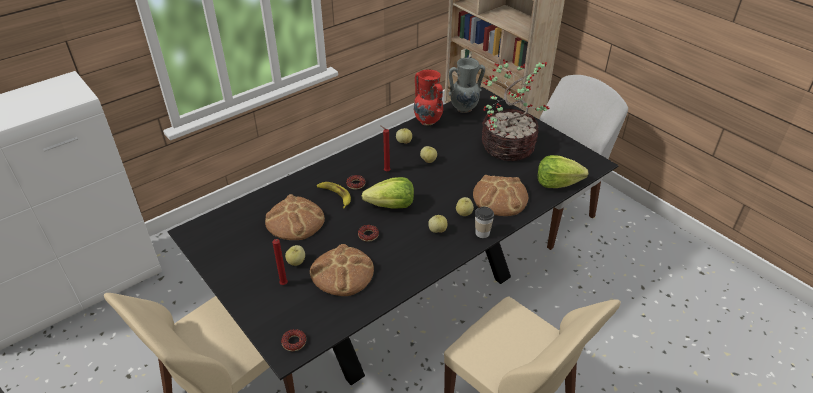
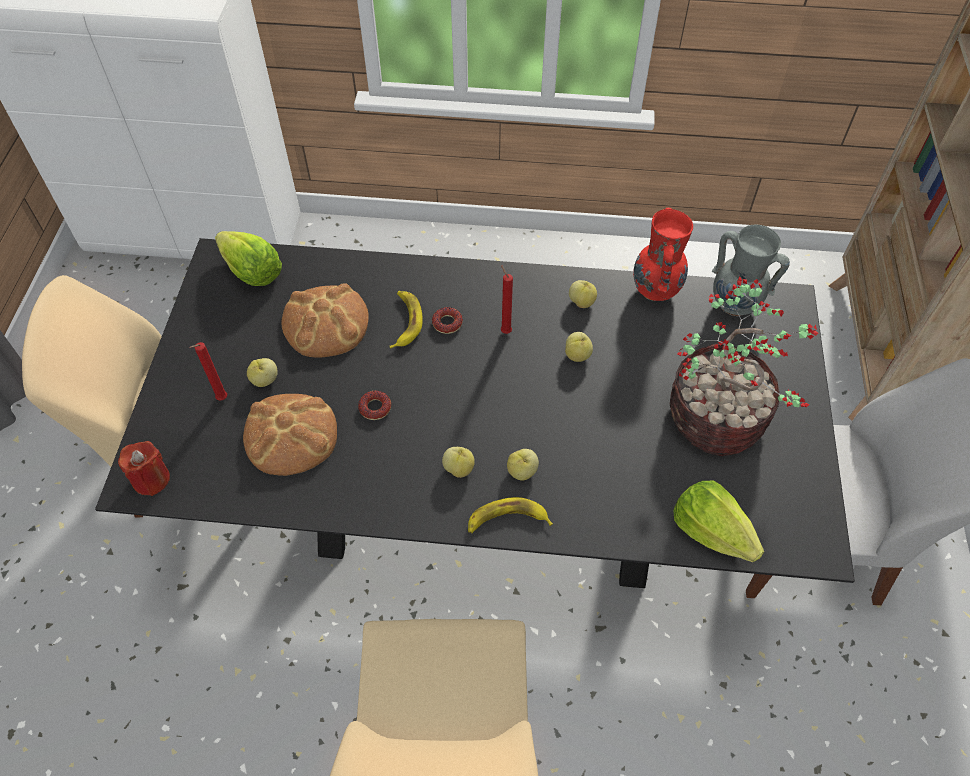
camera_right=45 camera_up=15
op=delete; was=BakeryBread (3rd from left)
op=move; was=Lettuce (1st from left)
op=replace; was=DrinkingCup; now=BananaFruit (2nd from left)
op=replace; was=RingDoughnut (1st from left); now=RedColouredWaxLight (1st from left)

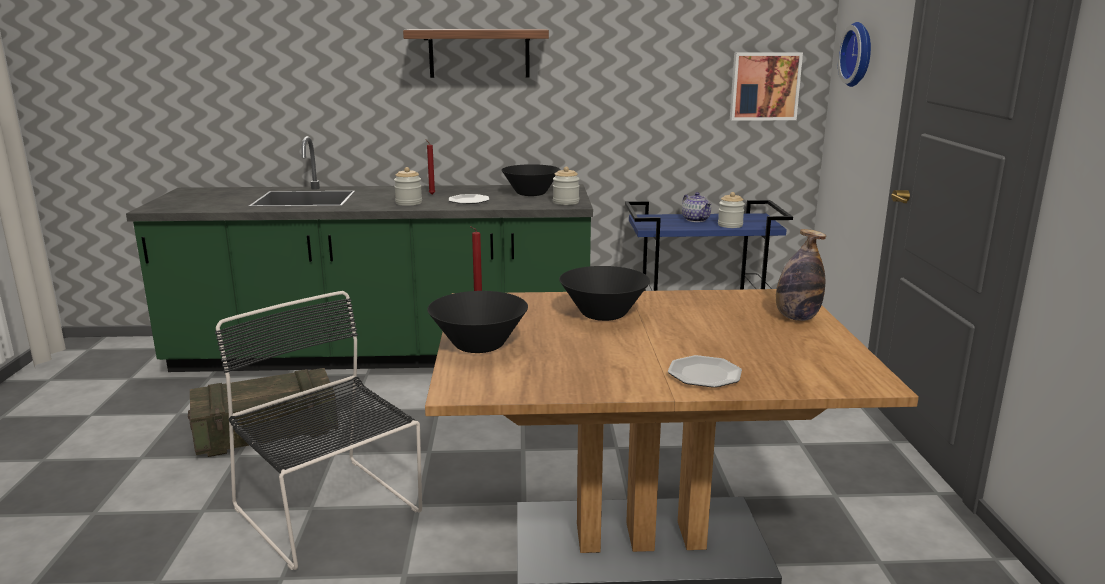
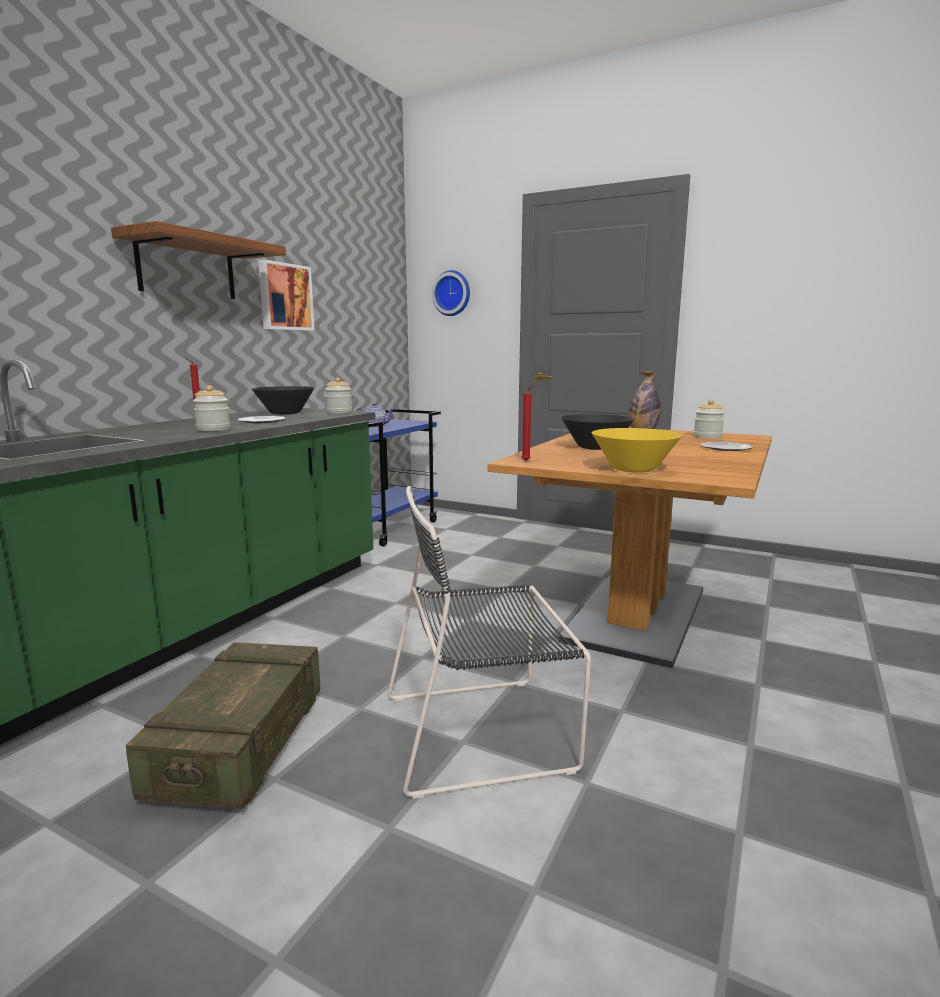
camera_right=-60 camera_up=-5
op=move; was=Picture
op=move; was=PreserveJar (3rd from left)
op=recolor; was=BlackBowl (1st from left); now=YellowBowl

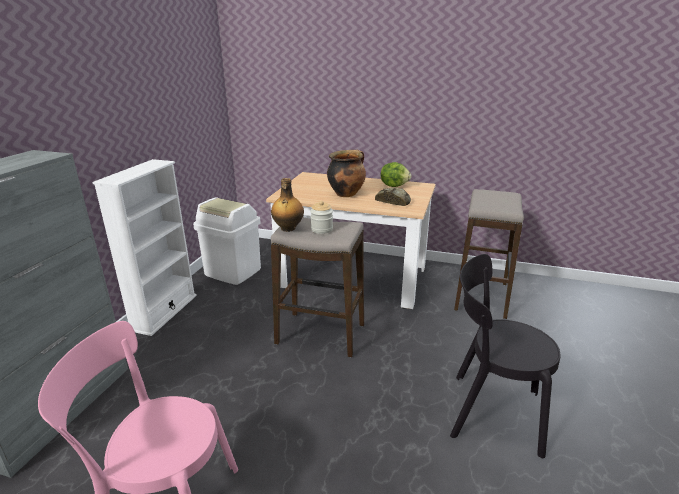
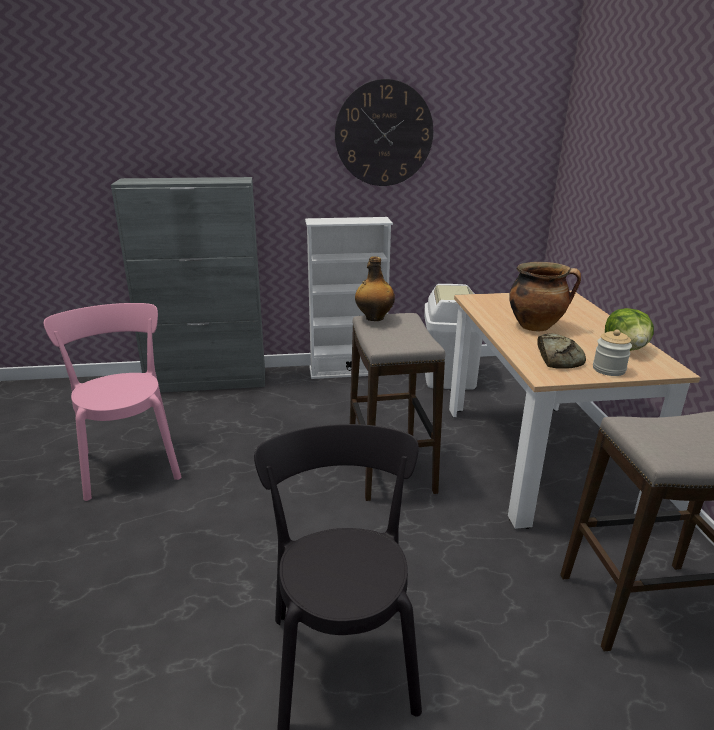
camera_right=65 camera_up=0
op=move; was=PreserveJar
op=insert; now=ClockOnTheWall

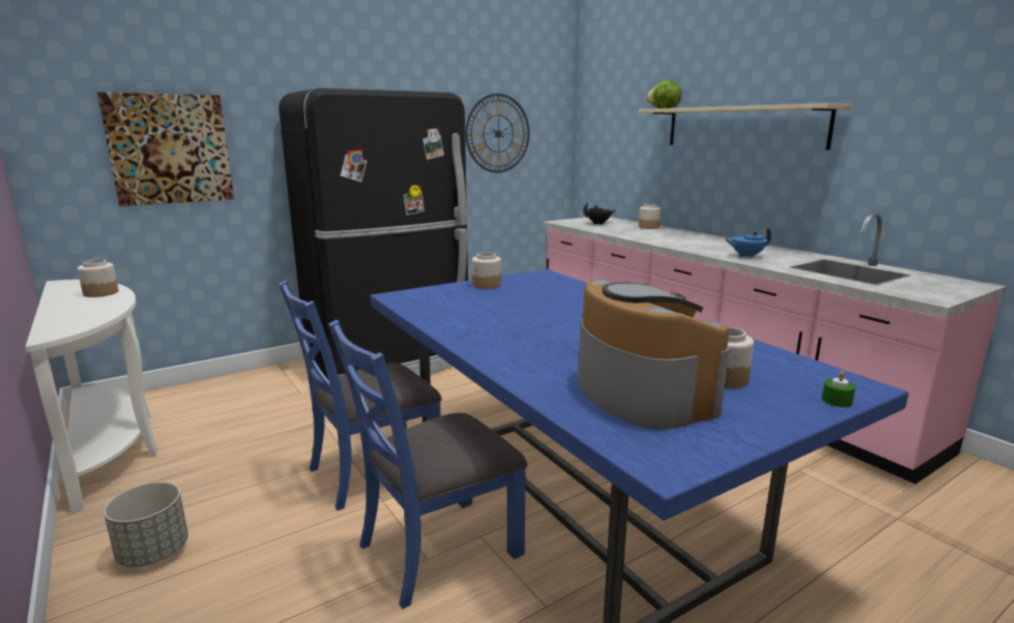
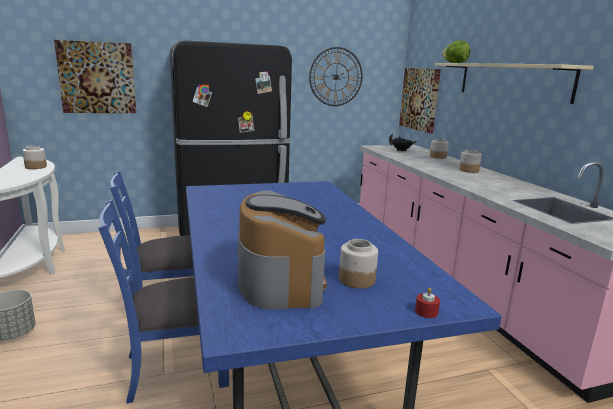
camera_right=15 camera_up=0
op=delete; was=BlueTeaPot
op=move; was=PreserveJar (2nd from left in the first image); now=PreserveJar (4th from left)
op=recolor; was=GreenishWaxLight; now=RedColouredWaxLight
op=insert; now=Picture (2nd from left)

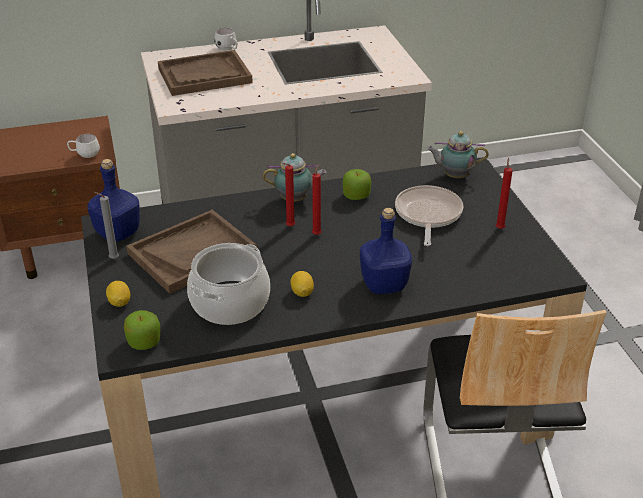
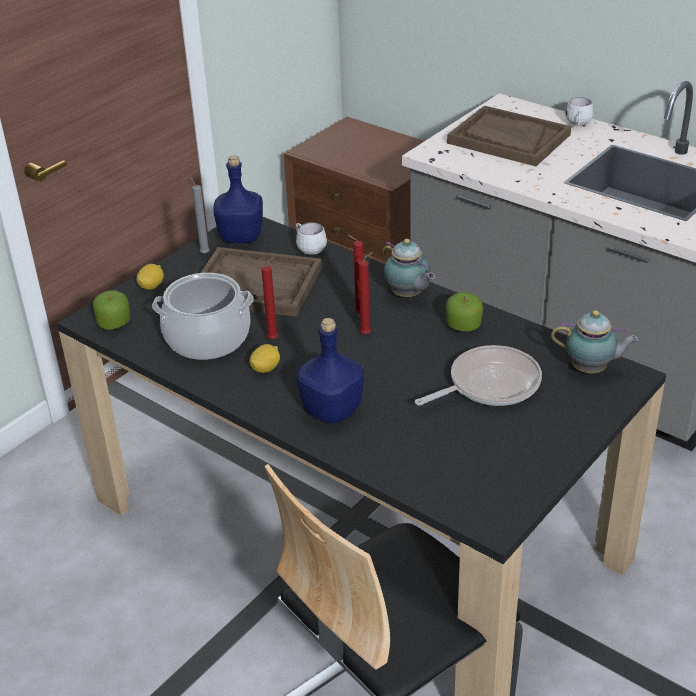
camera_right=55 camera_up=0
op=rotate; was=TeaPot (2nd from left); clockwise=135
op=move; was=WhiteTeaMug (1st from left)
op=move; was=RedColouredWaxLight (3rd from left in the first image); now=RedColouredWaxLight (1st from left)

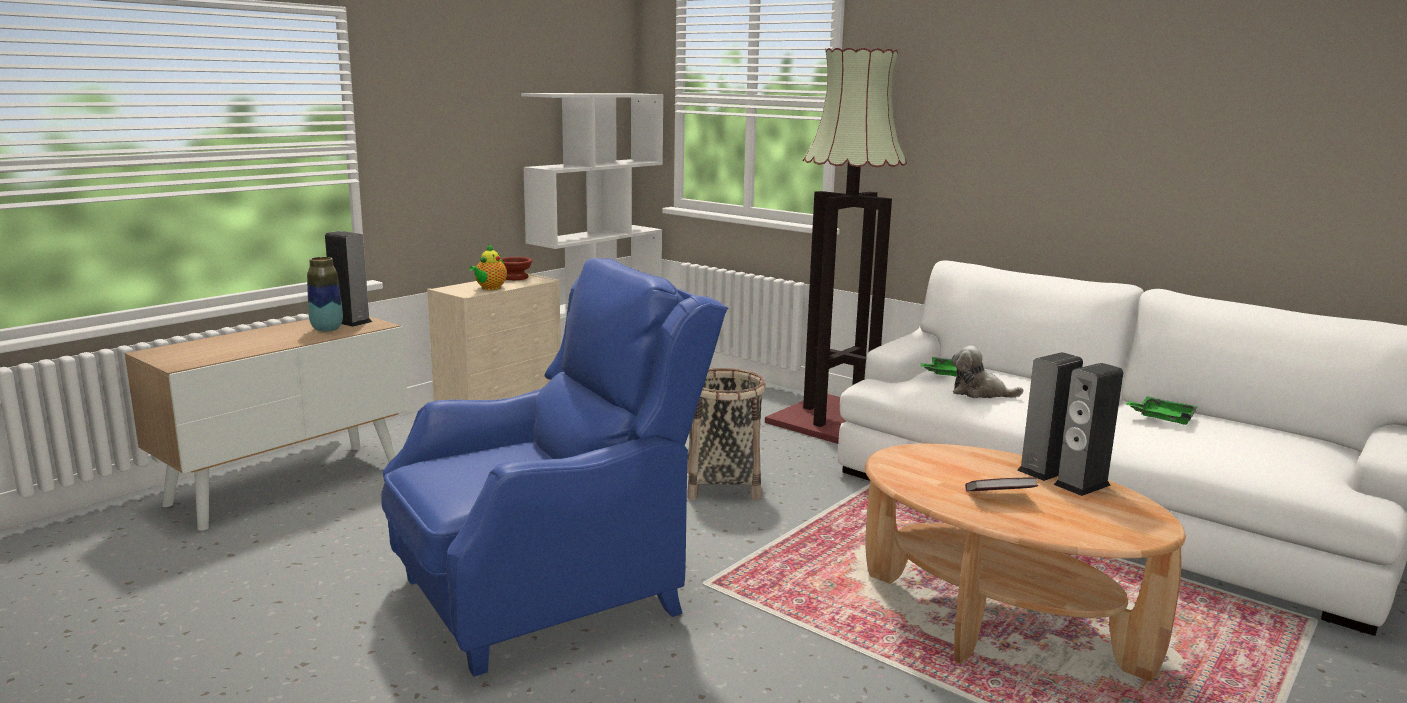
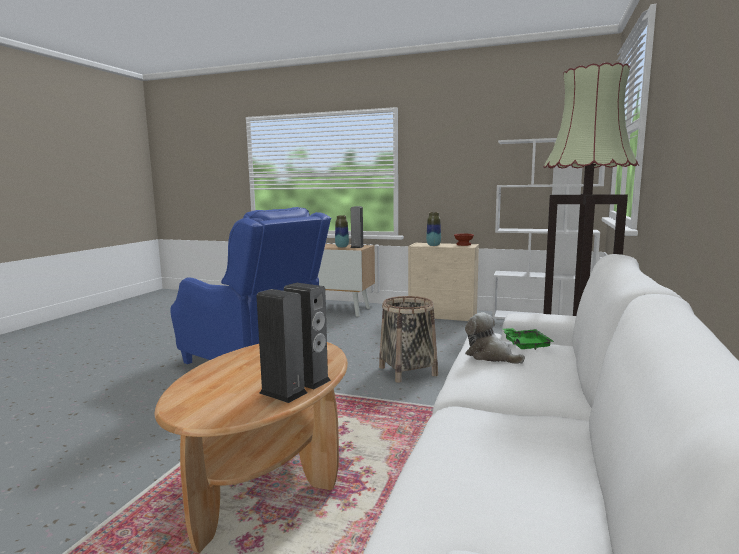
camera_right=70 camera_up=-5
op=replace; was=TeaPot; now=DecorativeVase (2nd from left)
op=rotate; was=SoftToy; clockwise=-45
op=delete; was=GreenishTray (2nd from left)
op=delete; was=Book

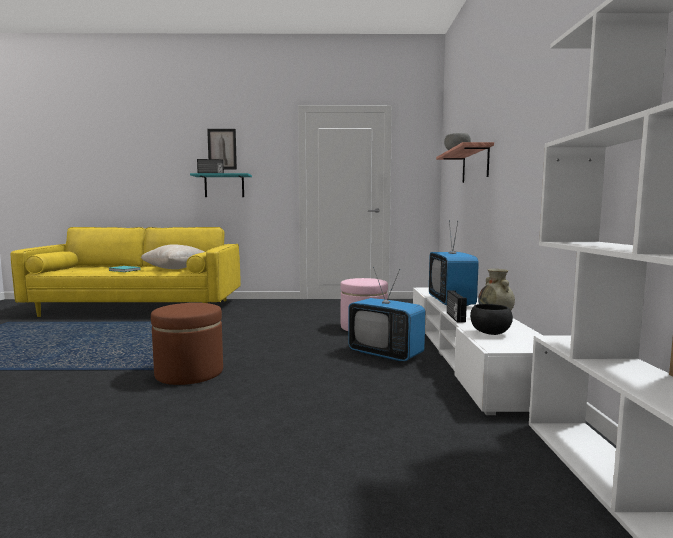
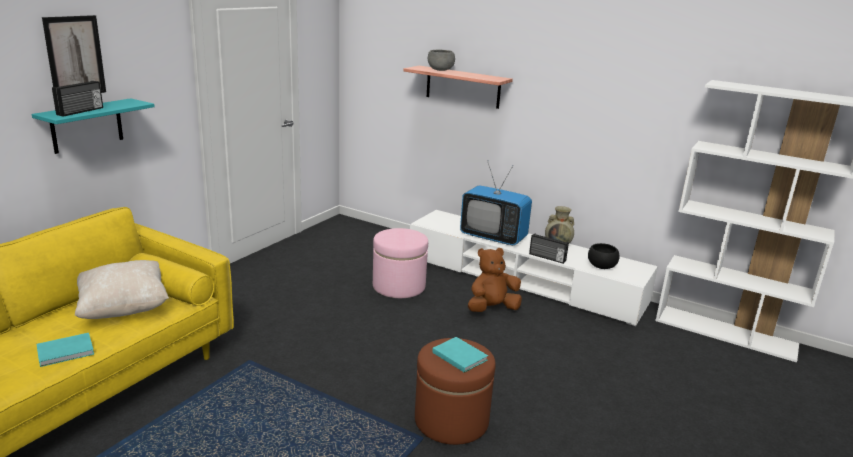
camera_right=-60 camera_up=15
op=replace; was=TvSet (1st from left); now=BrownColouredSoftToy
op=insert; now=BlueGreenBook (2nd from left)

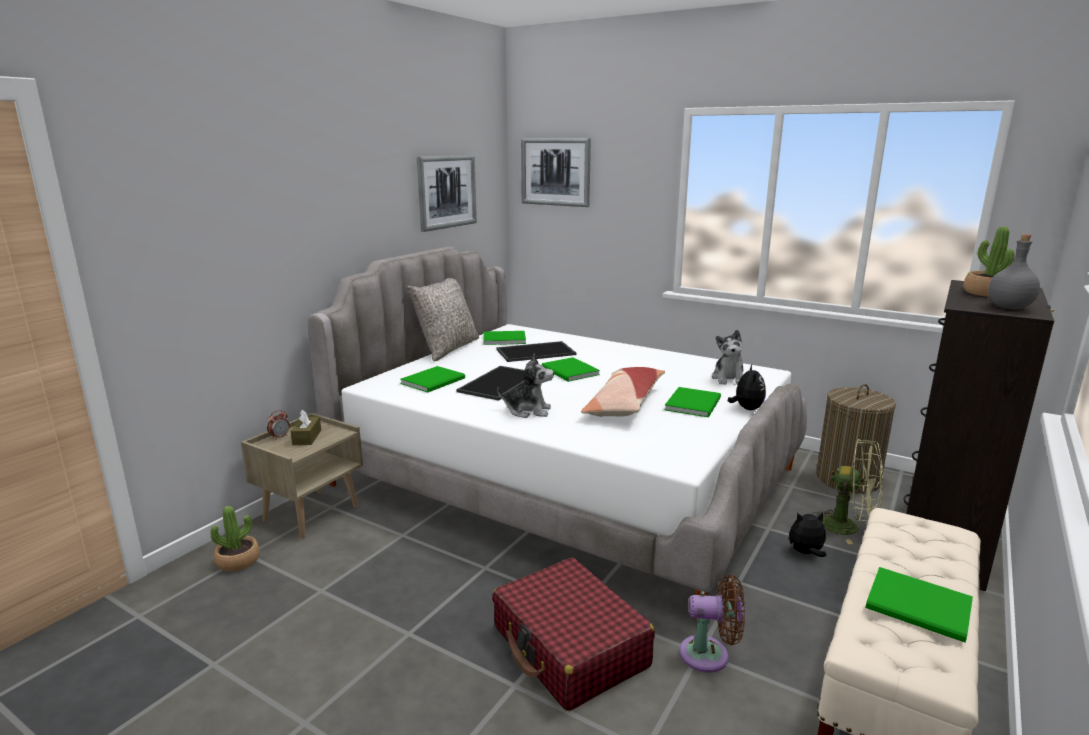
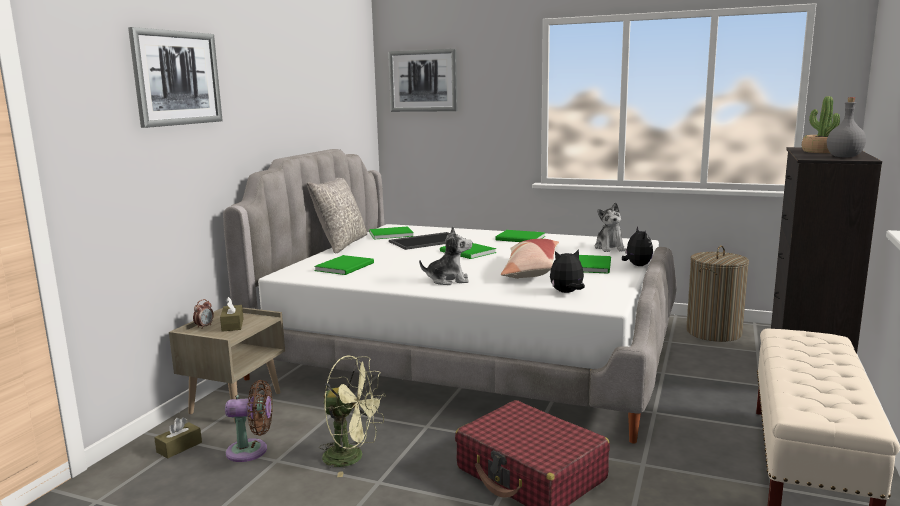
camera_right=-10 camera_up=-5
op=move; was=Picture (1st from left)
op=delete; was=Tray (1st from left)
op=move; was=GreenishFan
op=replace; was=PlantInAPot (1st from left); now=BrownColouredBoxOfTissues (1st from left)
op=move; was=SoftToy (4th from left in the first image); now=SoftToy (2nd from left)
op=move; was=GreenishBook (5th from left in the first image); now=GreenishBook (4th from left)
op=move; was=BrownColouredFan

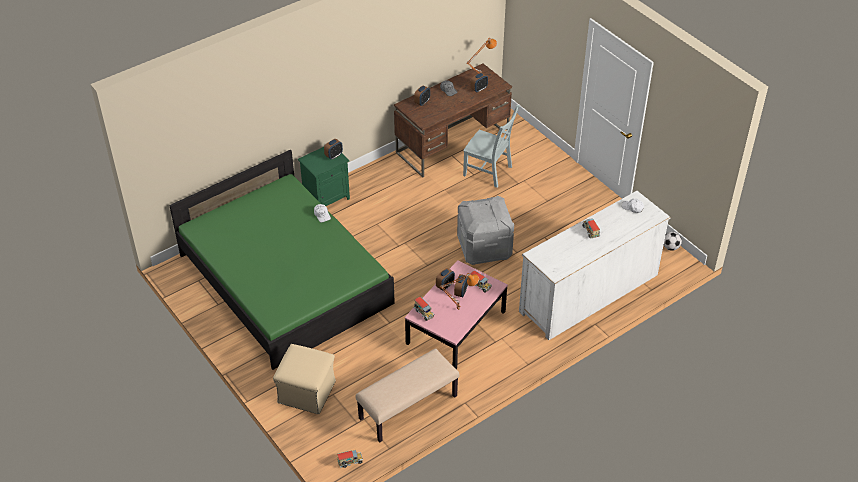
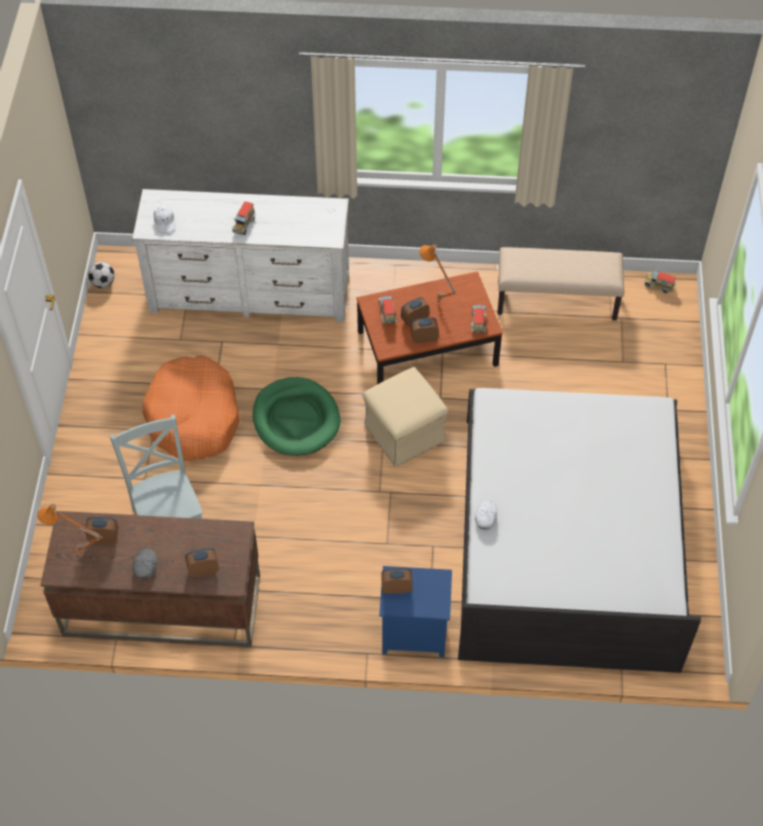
camera_right=-140 camera_up=10
op=recolor; was=GreenishNightTable; now=BlueNightTable
op=recolor; was=GreenishBed; now=WhiteBed
op=replace; was=GreyStorageContainer; now=GreenishDogBed
op=recolor; was=PinkLoungeTable; now=BrownColouredLoungeTable
op=move; was=BeigeColouredOttoman
op=insert; now=OrangeColouredDogBed

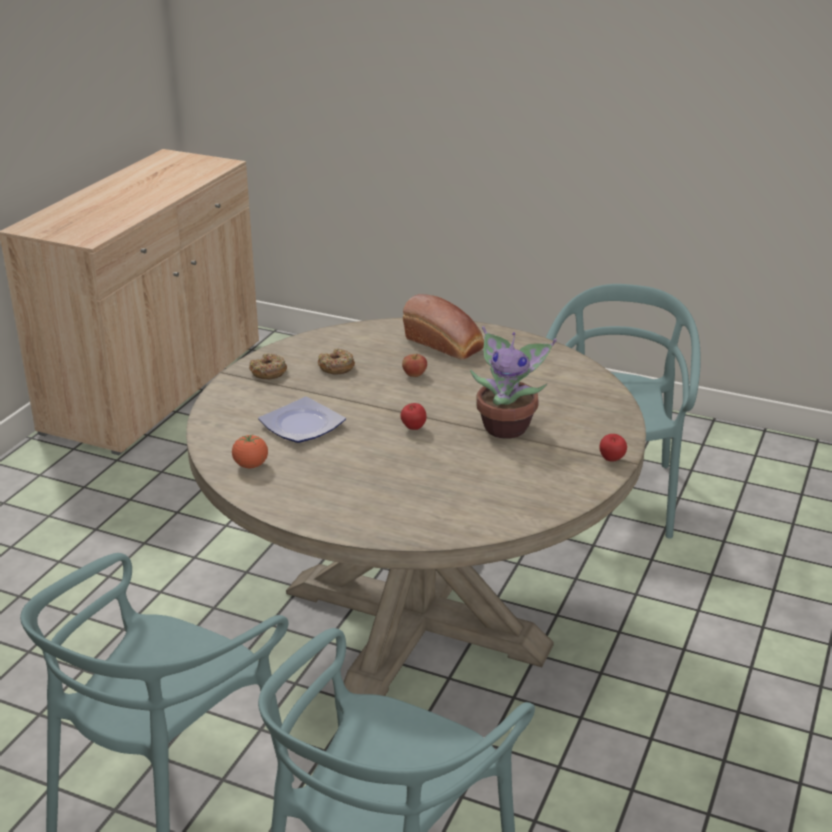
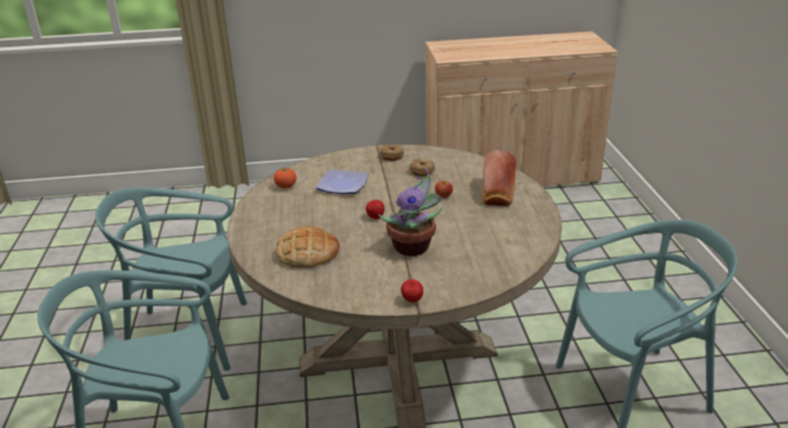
camera_right=60 camera_up=0
op=insert; now=BakeryBread (1st from left)

